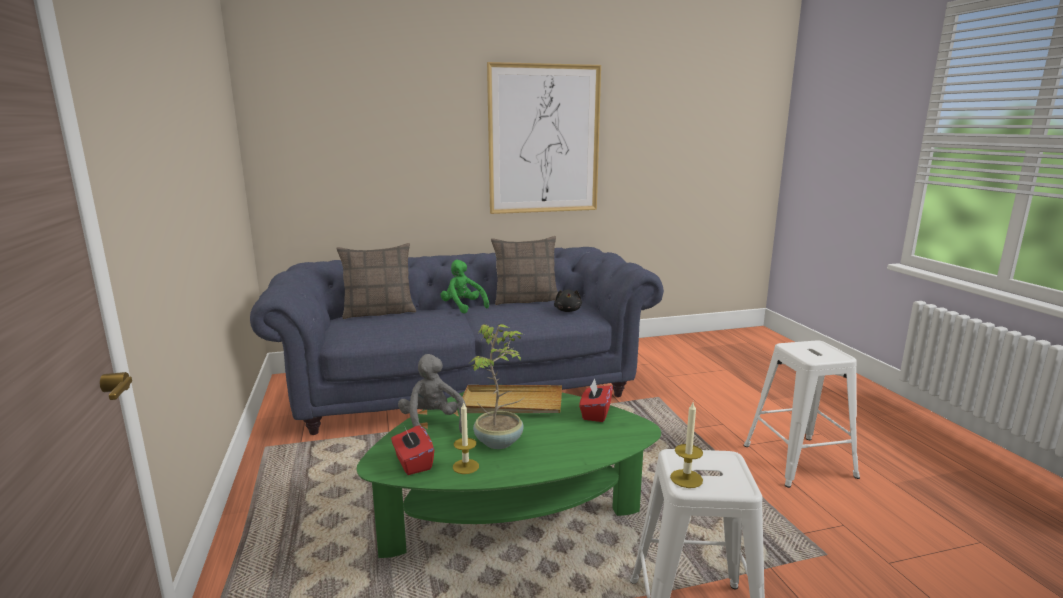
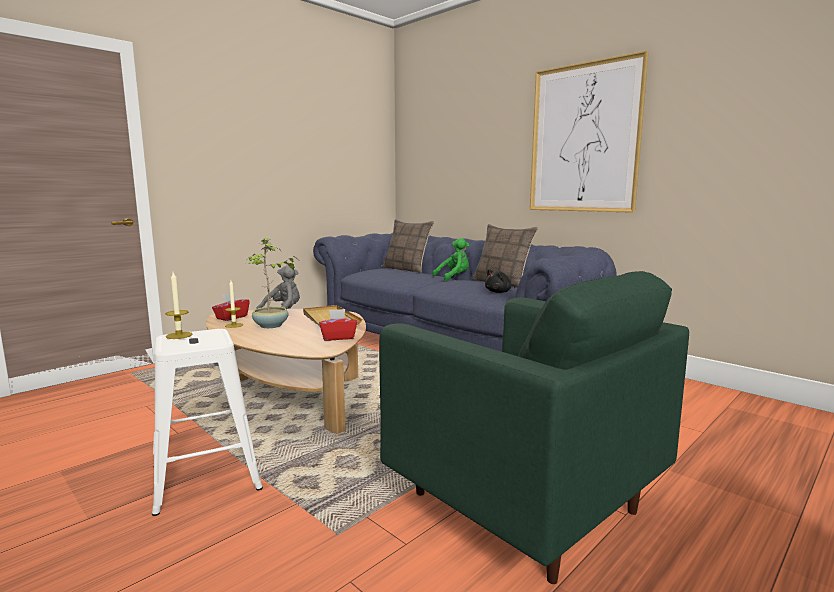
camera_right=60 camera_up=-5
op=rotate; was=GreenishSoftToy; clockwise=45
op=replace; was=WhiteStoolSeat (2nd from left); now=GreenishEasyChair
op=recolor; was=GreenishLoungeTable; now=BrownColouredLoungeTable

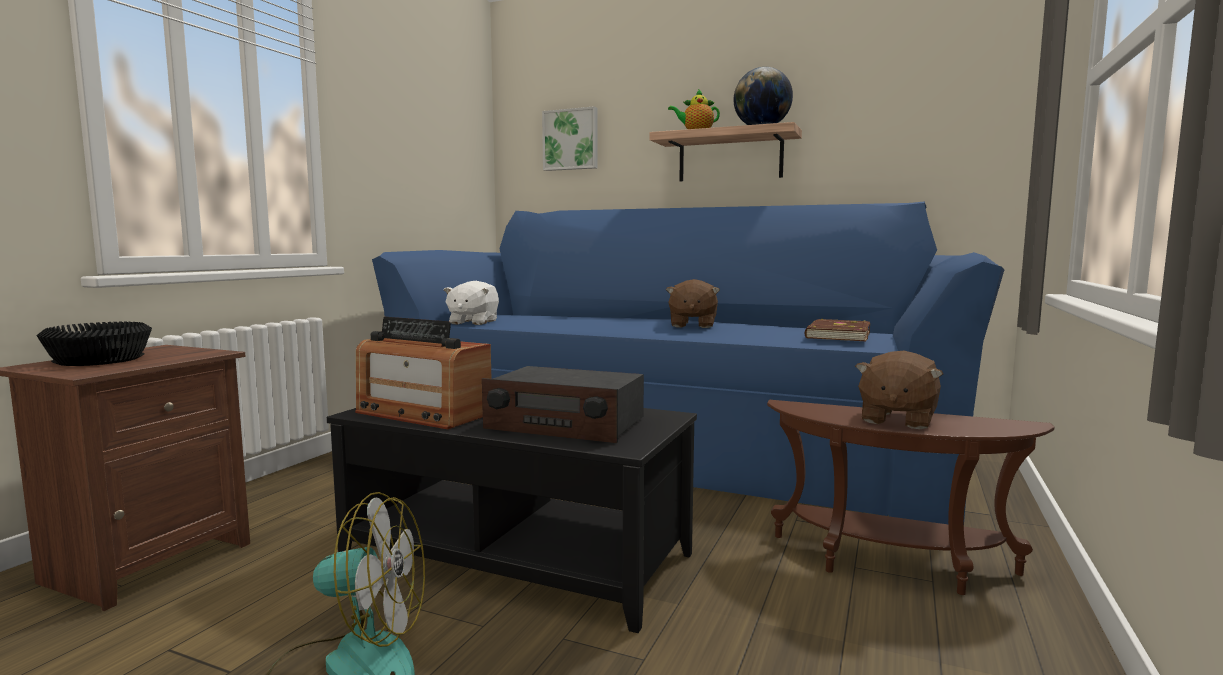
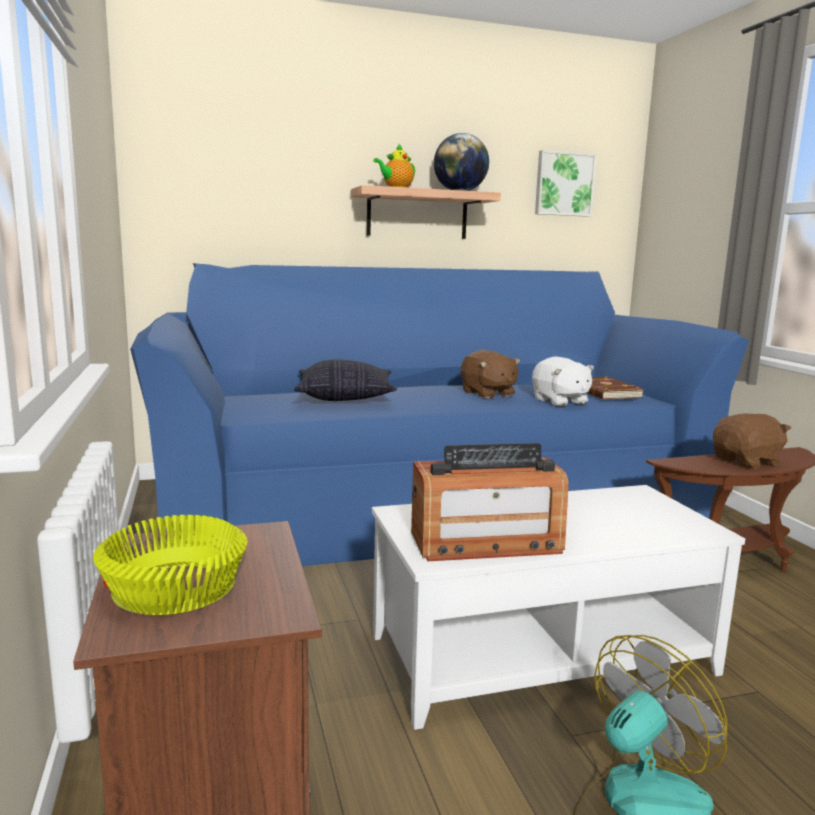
camera_right=-40 camera_up=5
op=move; was=Picture
op=move; was=WhiteSoftToy
op=recolor; was=BlackBowl; now=YellowBowl
op=rotate; was=BrownColouredSoftToy (2nd from left); clockwise=-105
op=delete; was=RadioSet (2nd from left)
op=recolor; was=BlackLoungeTable; now=WhiteLoungeTable
op=insert; now=ThrowPillow

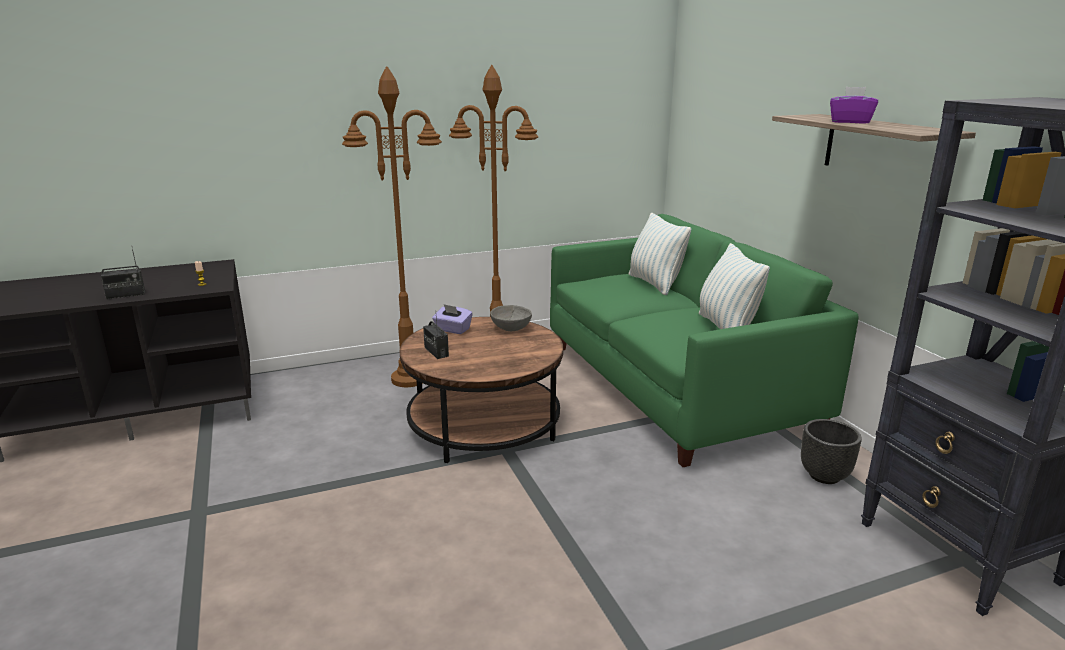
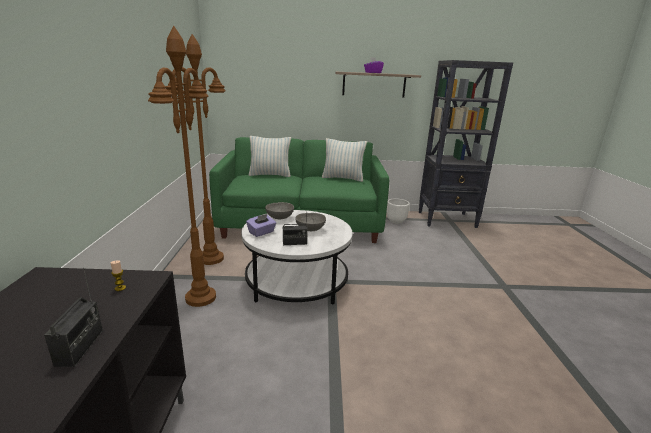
camera_right=-70 camera_up=0
op=recolor; was=BrownColouredLoungeTable; now=WhiteLoungeTable
op=recolor; was=BlackPlanter; now=WhitePlanter
op=insert; now=GreyBowl (2nd from left)

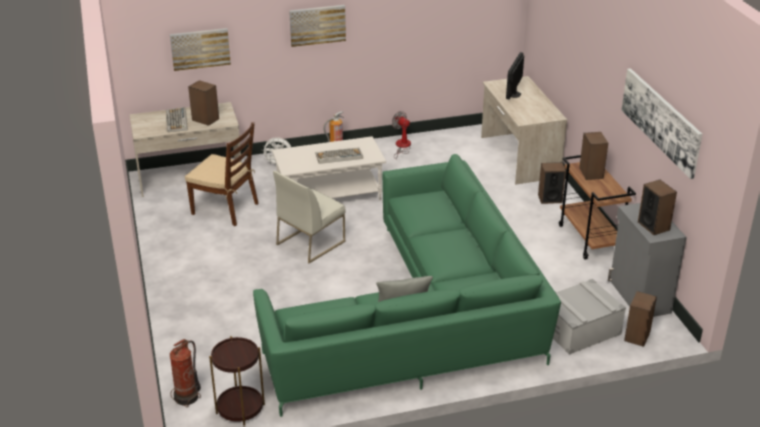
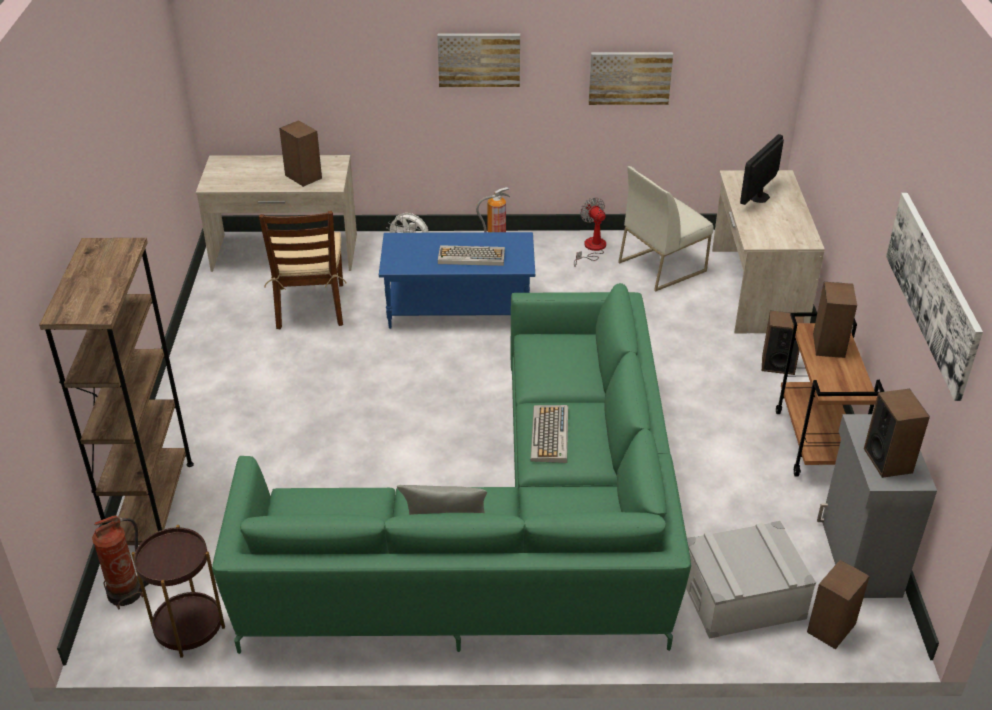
camera_right=15 camera_up=5
op=move; was=Picture (1st from left in the first image); now=Picture (2nd from left)
op=move; was=PcKeyboard (1st from left in the first image); now=PcKeyboard (2nd from left)
op=rotate; was=BrownColouredPlainChair; clockwise=45
op=recolor; was=WhiteLoungeTable; now=BlueLoungeTable
op=move; was=WhitePlainChair
op=insert; now=BrownColouredBookshelf

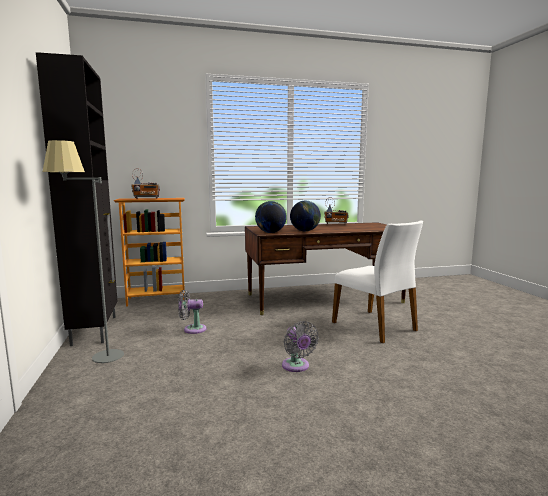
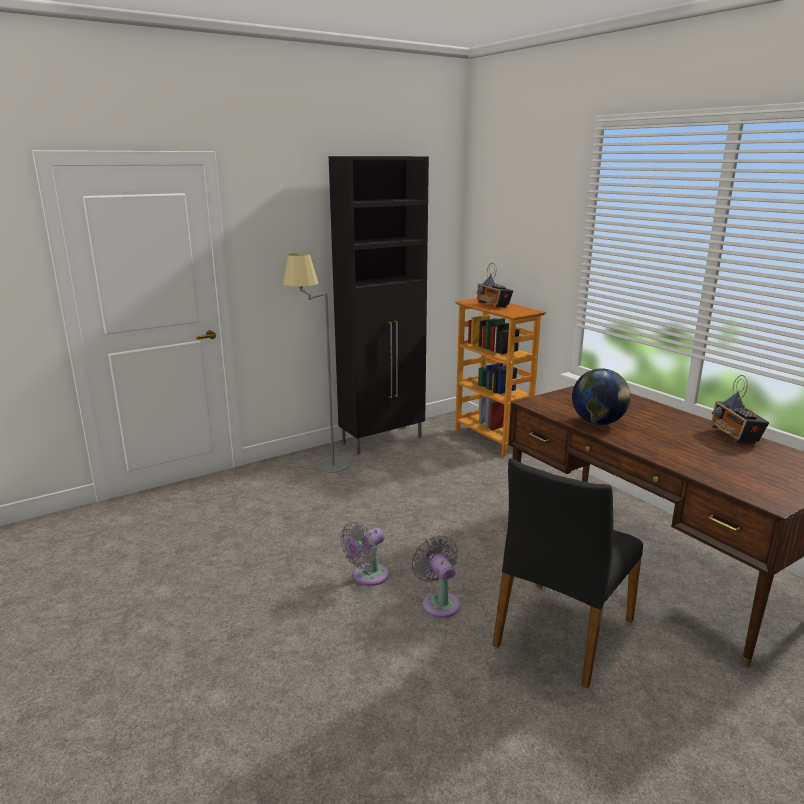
camera_right=70 camera_up=10
op=delete; was=WorldGlobe (1st from left)
op=recolor; was=WhitePlainChair; now=BlackPlainChair
op=move; was=GreyFan (1st from left in the first image); now=GreyFan (2nd from left)

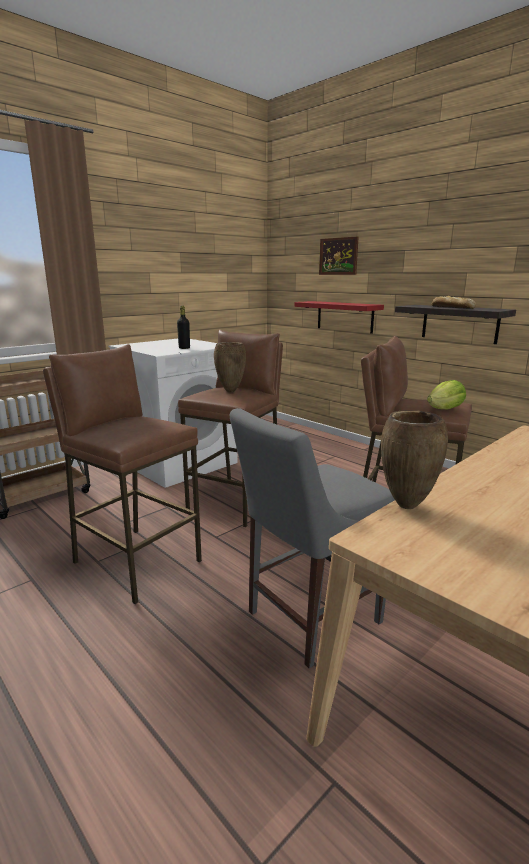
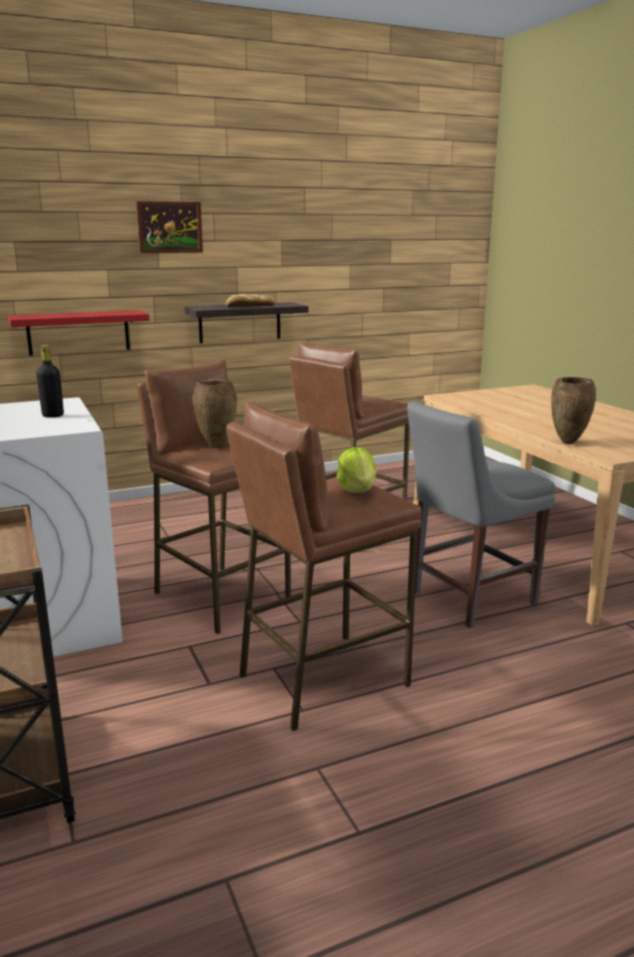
camera_right=-70 camera_up=0
op=move; was=Picture
op=move; was=Lettuce
op=rotate; was=GreyPlainChair; clockwise=75

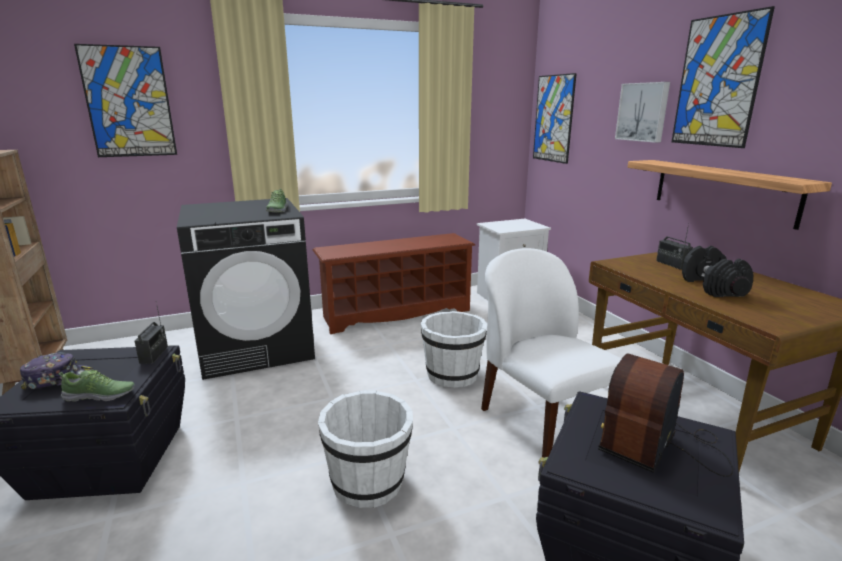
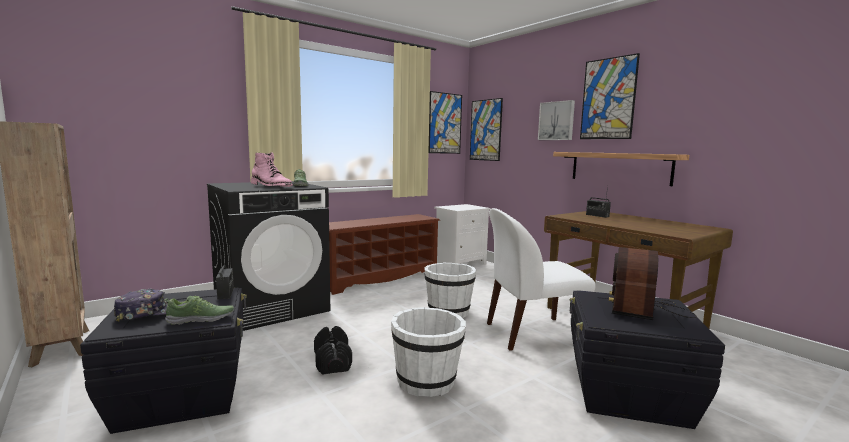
camera_right=-15 camera_up=-10
op=move; was=Picture (1st from left)
op=move; was=BlackDumbbell
op=rotate; was=WhitePlainChair; clockwise=-60
op=insert; now=PinkHighTopBoot

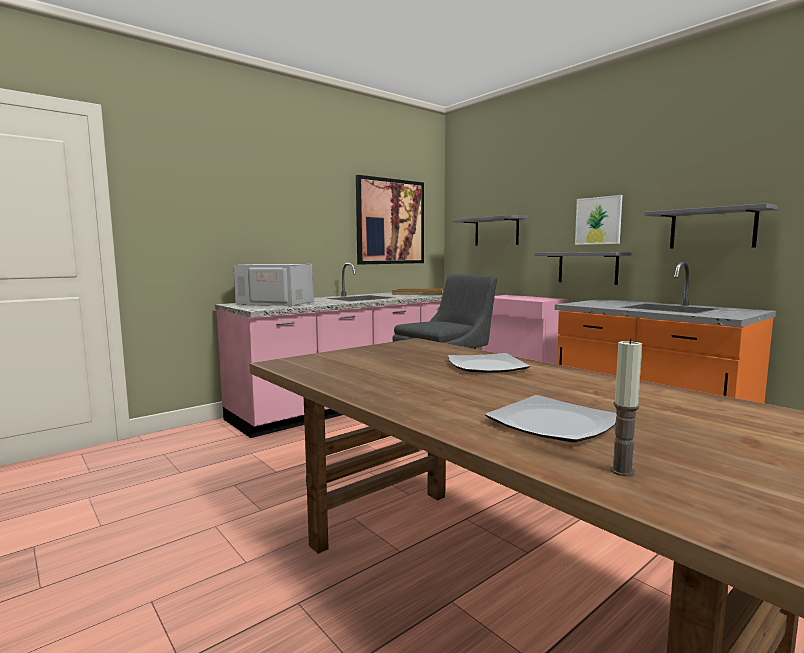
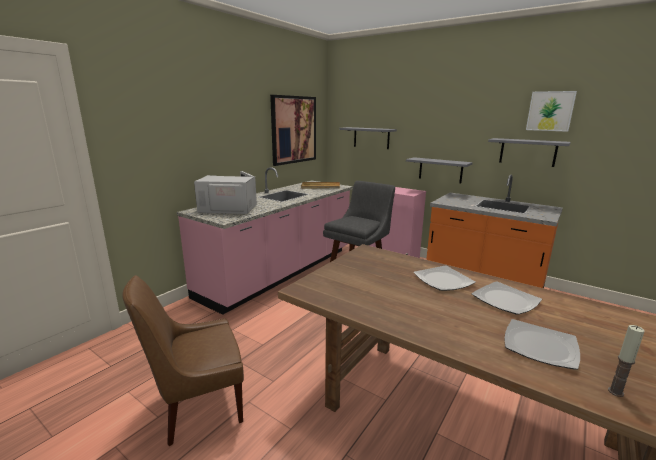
camera_right=-15 camera_up=10
op=move; was=Picture (2nd from left)
op=insert; now=BrownColouredPlainChair
op=insert; now=DinnerPlate (2nd from left)

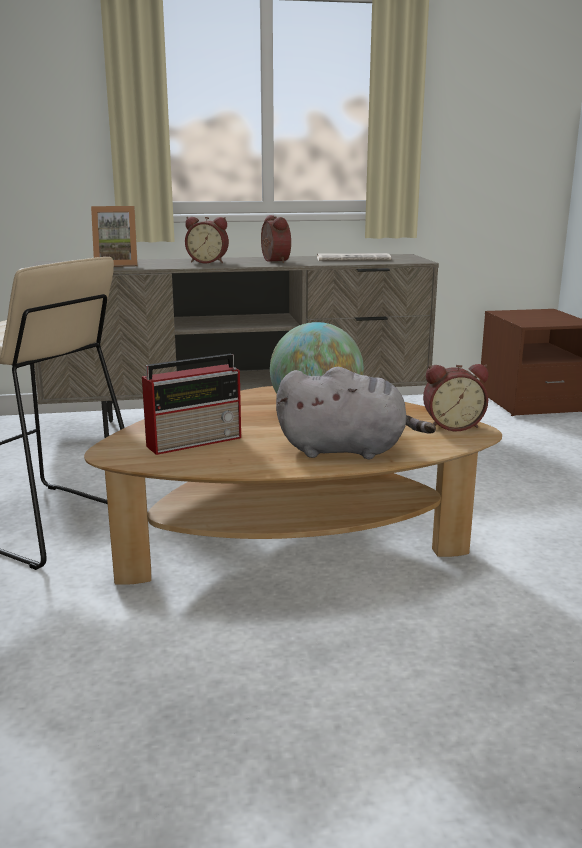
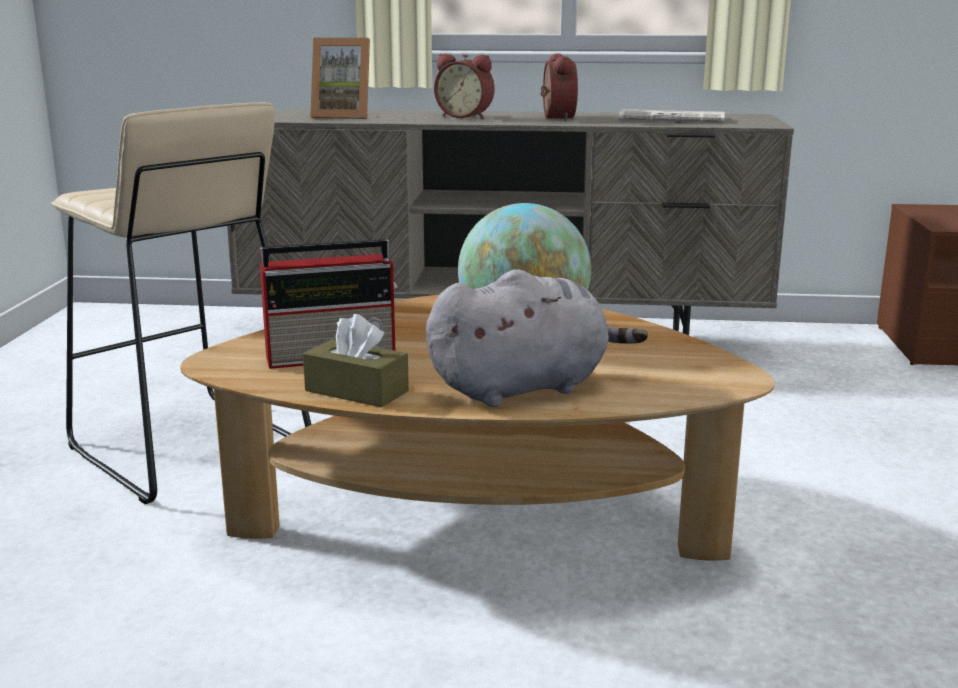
camera_right=15 camera_up=0
op=delete; was=AlarmClock (3rd from left)
op=rotate; was=GreySoftToy; clockwise=-45
op=insert; now=BrownColouredBoxOfTissues

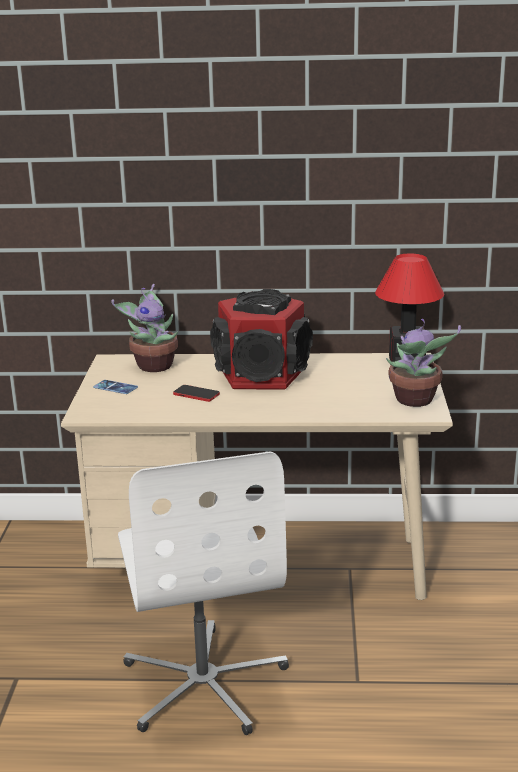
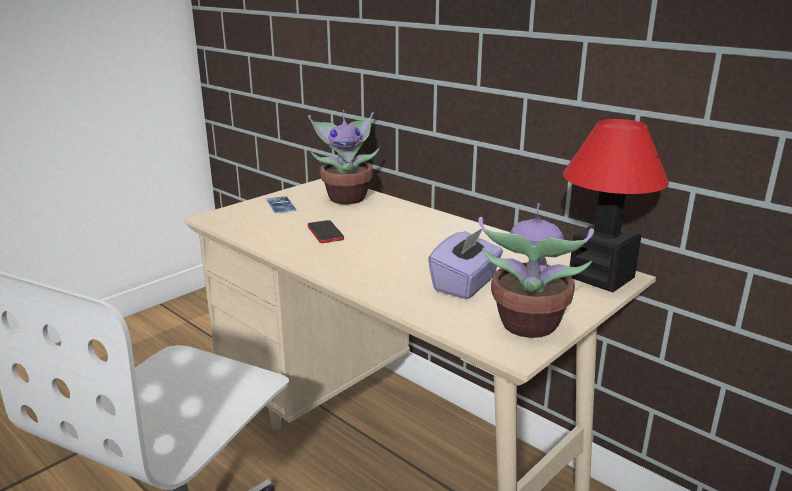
camera_right=40 camera_up=0
op=delete; was=AudioSpeaker
op=insert; now=PurpleColouredBoxOfTissues

